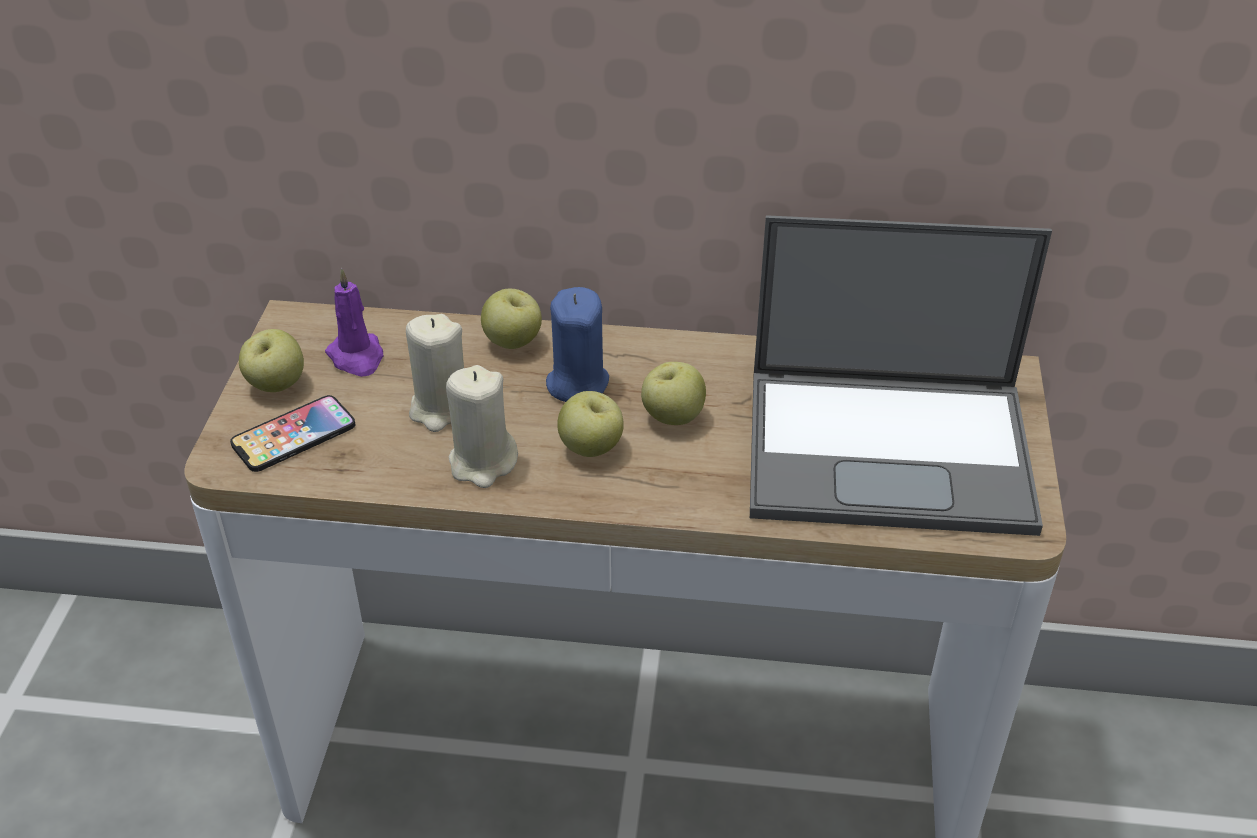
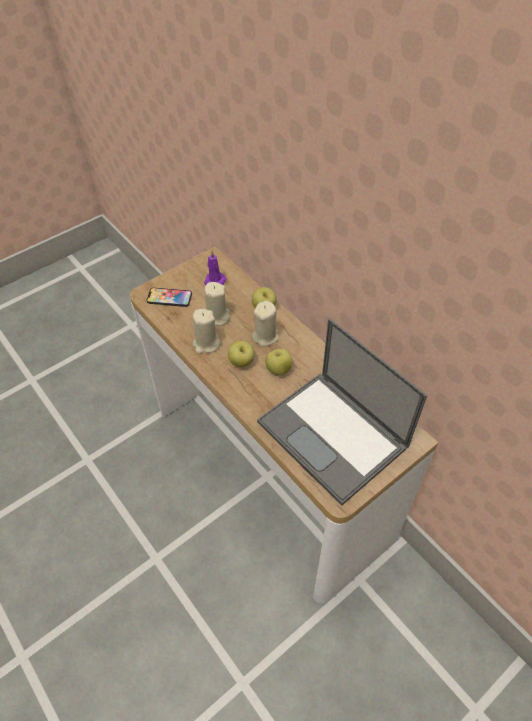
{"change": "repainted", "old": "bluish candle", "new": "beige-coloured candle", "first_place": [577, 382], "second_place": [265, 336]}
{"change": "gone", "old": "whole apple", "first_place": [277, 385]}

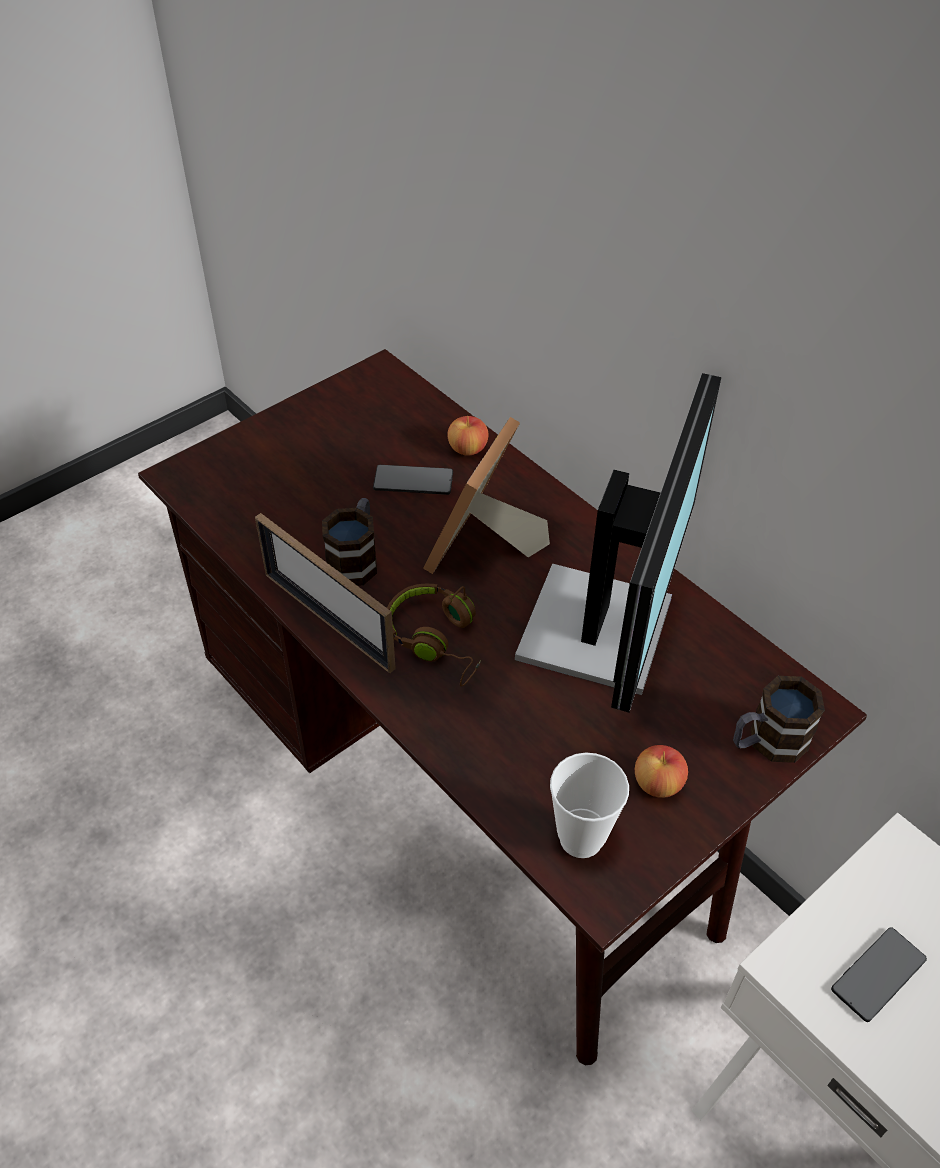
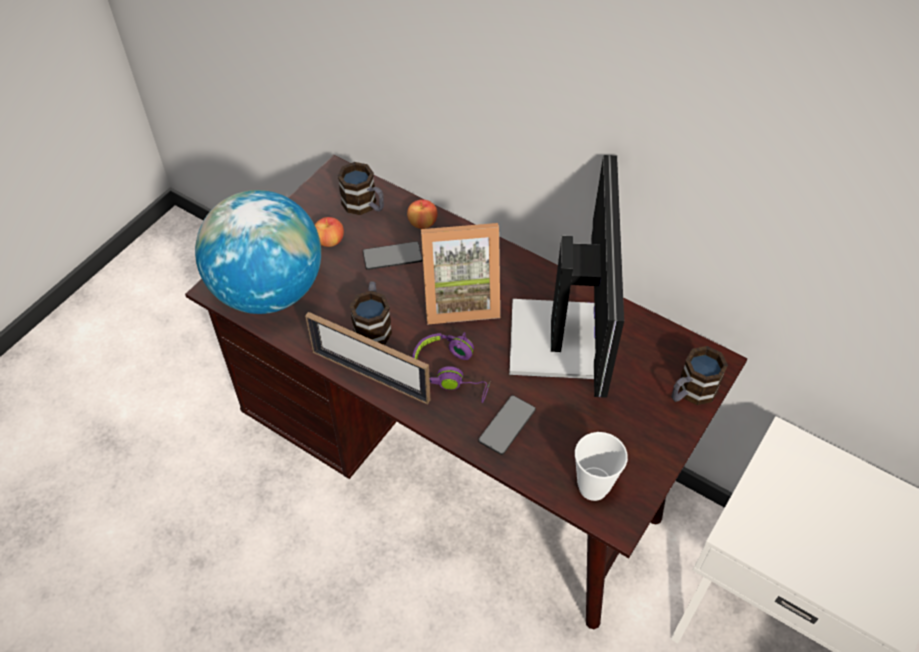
{"change": "rotated", "old": "standing frame", "first_place": [483, 549], "second_place": [460, 298], "degrees": -105}
{"change": "repainted", "old": "brownish headphones", "new": "purple headphones", "first_place": [438, 640], "second_place": [452, 372]}
{"change": "shifted", "old": "whole apple", "first_place": [658, 784], "second_place": [329, 241]}
{"change": "shifted", "old": "handset", "first_place": [878, 974], "second_place": [507, 425]}
{"change": "new", "new": "coffee mug", "second_place": [364, 206]}
{"change": "new", "new": "desk globe", "second_place": [268, 290]}

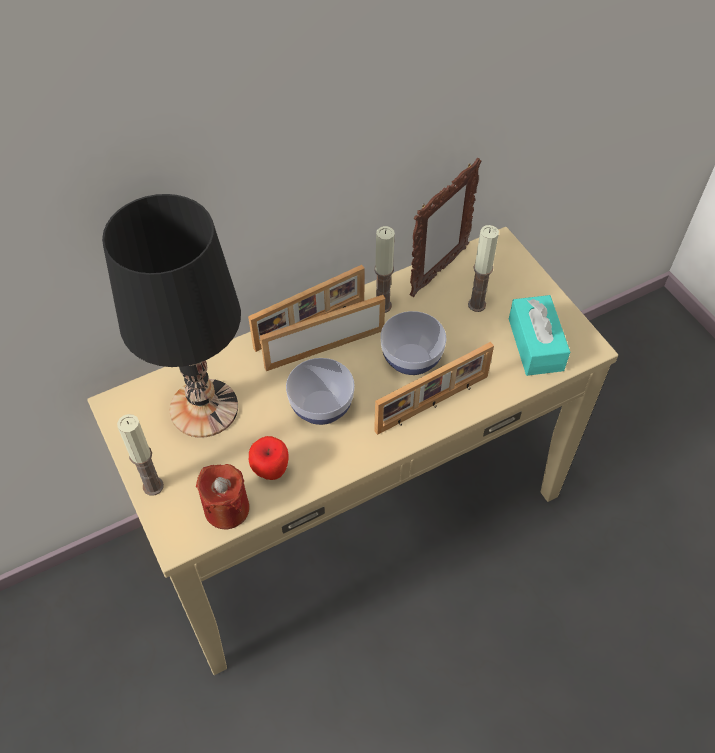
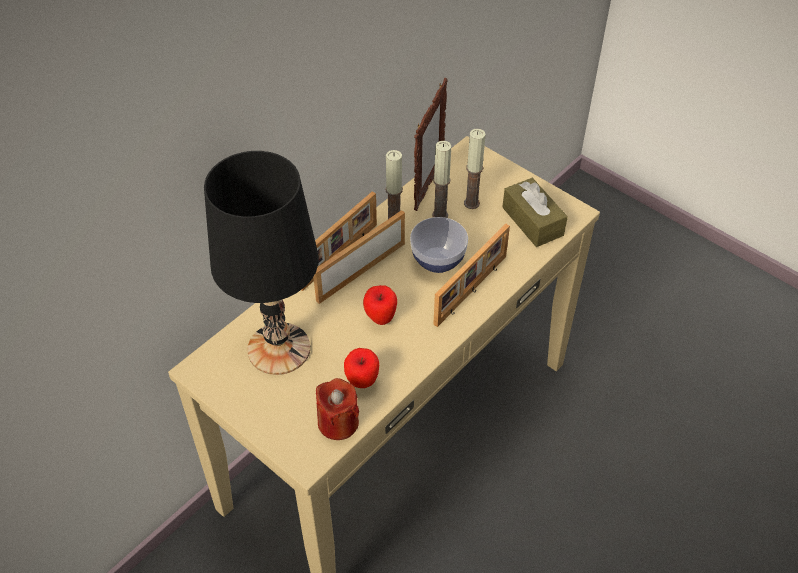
{"change": "repainted", "old": "turquoise box of tissues", "new": "brownish box of tissues", "first_place": [535, 344], "second_place": [532, 221]}
{"change": "swapped", "old": "serving bowl", "new": "whole apple", "first_place": [321, 407], "second_place": [380, 319]}
{"change": "shifted", "old": "candle", "first_place": [153, 486], "second_place": [440, 215]}

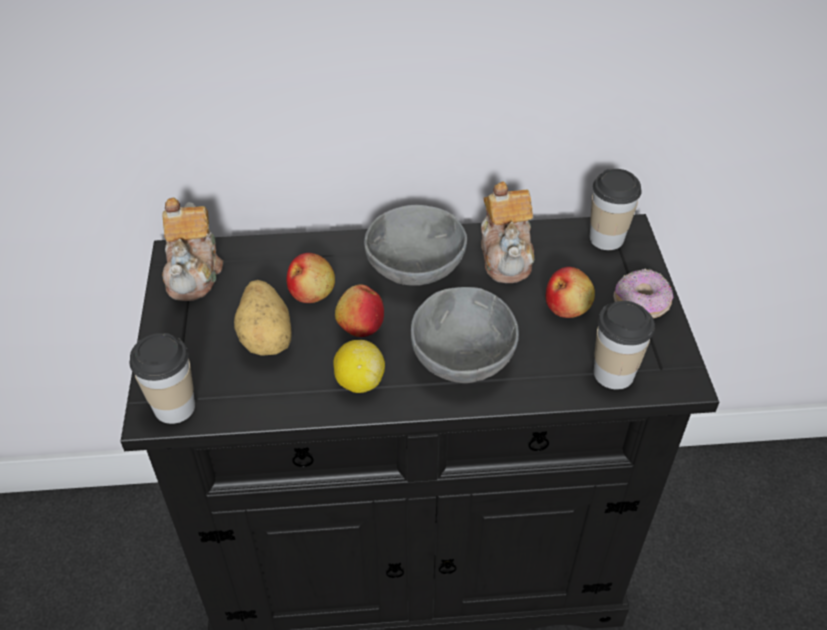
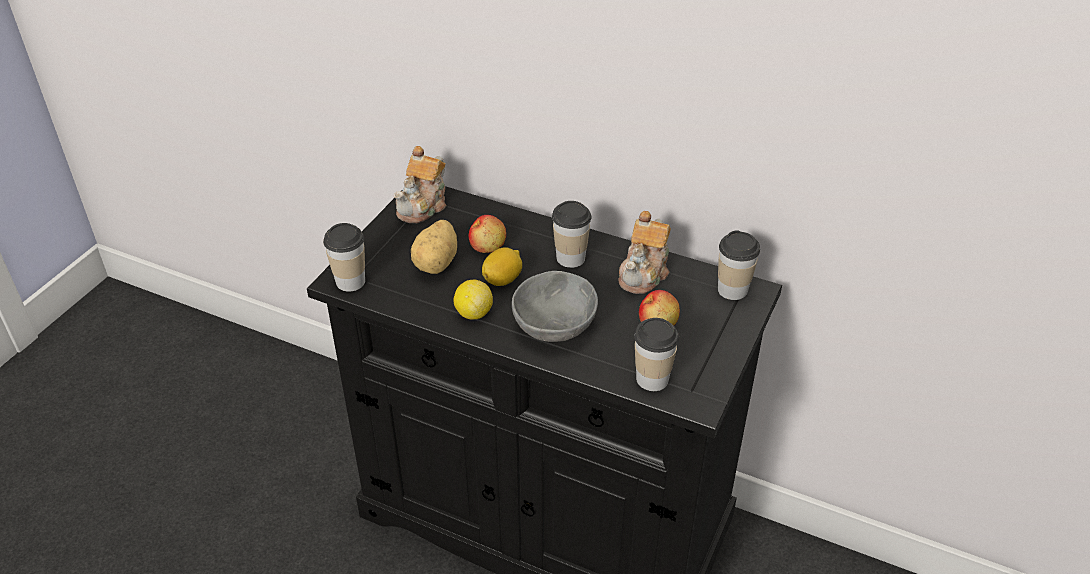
{"change": "swapped", "old": "grey serving bowl", "new": "cup", "first_place": [415, 269], "second_place": [570, 258]}
{"change": "gone", "old": "doughnut", "first_place": [641, 304]}
{"change": "swapped", "old": "whole apple", "new": "citrus fruit", "first_place": [360, 325], "second_place": [502, 279]}

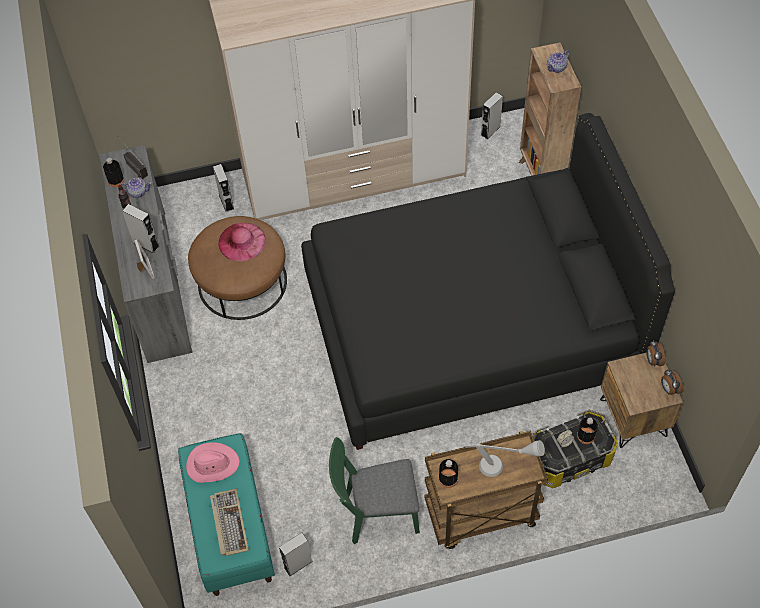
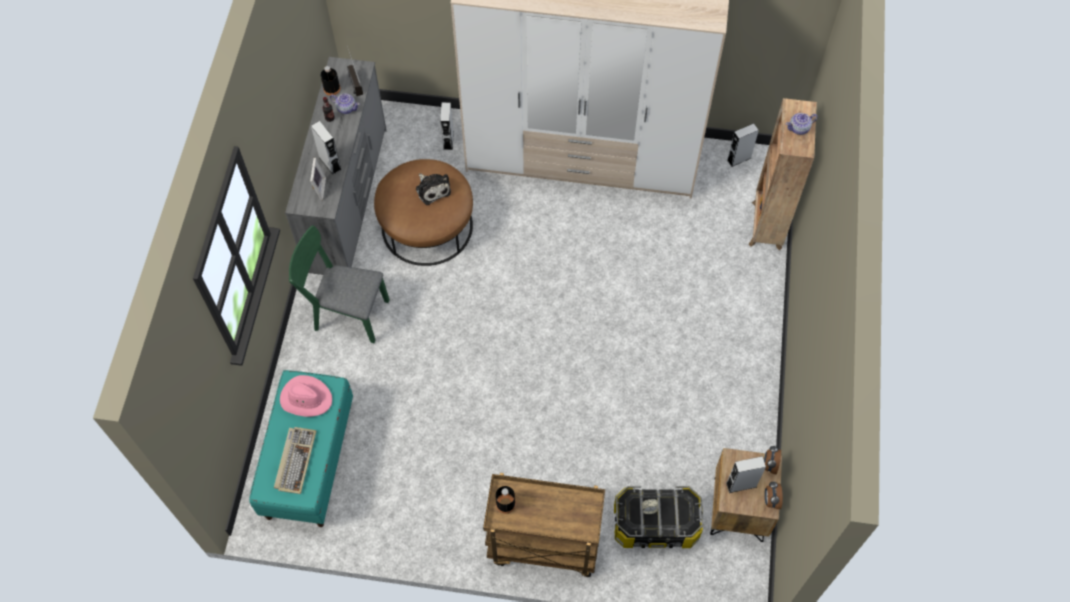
{"change": "gone", "old": "blackish bed", "first_place": [470, 327]}
{"change": "swapped", "old": "pinkish wearable hat", "new": "cuddly toy", "first_place": [242, 241], "second_place": [432, 189]}
{"change": "gone", "old": "blackish beverage bottle", "first_place": [585, 436]}
{"change": "shifted", "old": "green plain chair", "first_place": [375, 514], "second_place": [346, 313]}
{"change": "gone", "old": "grey tabletop lamp", "first_place": [503, 467]}
{"change": "shifted", "old": "grey speaker", "first_place": [298, 564], "second_place": [741, 484]}

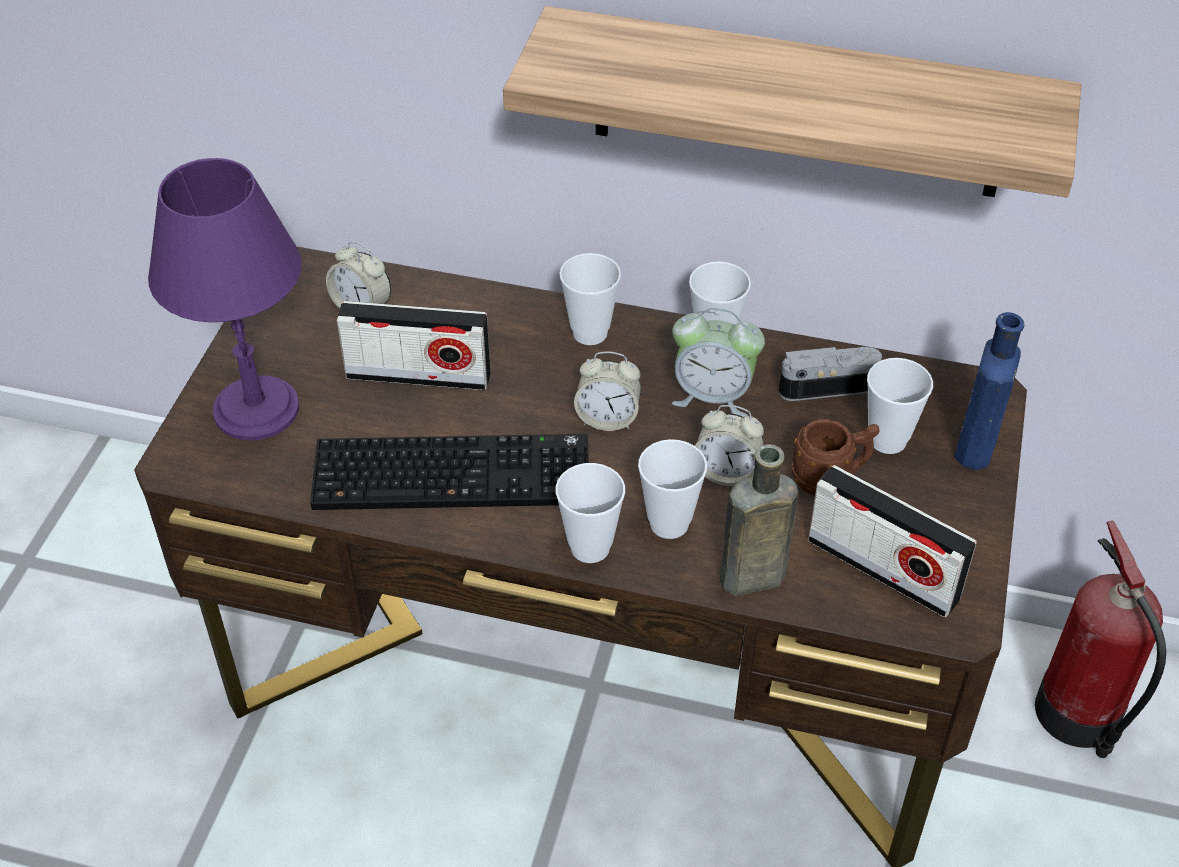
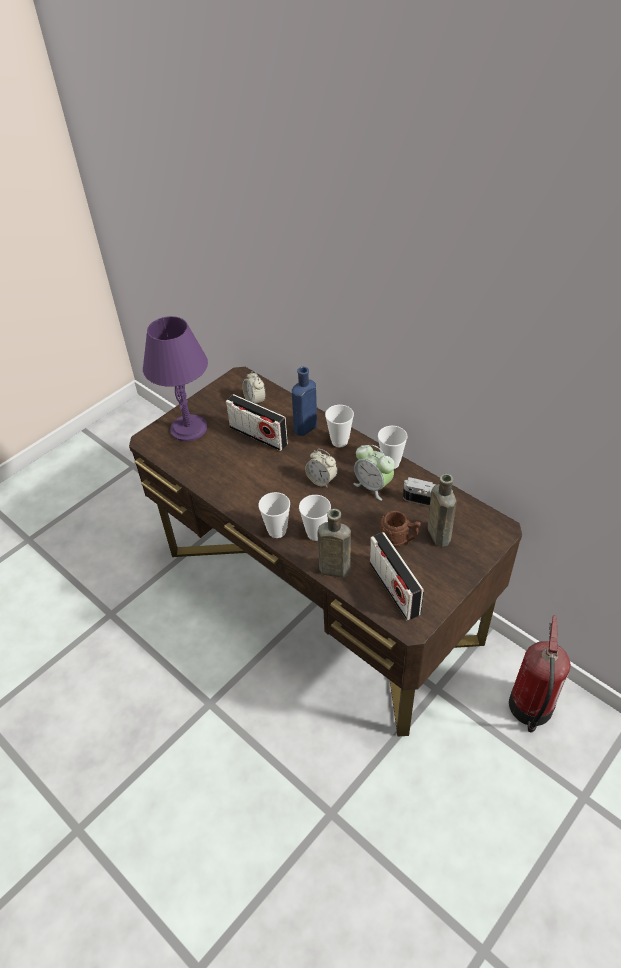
{"change": "gone", "old": "shelf", "first_place": [798, 104]}
{"change": "shifted", "old": "bluish beverage bottle", "first_place": [975, 450], "second_place": [304, 428]}
{"change": "swapped", "old": "cup", "new": "brownish beverage bottle", "first_place": [888, 440], "second_place": [437, 533]}
{"change": "gone", "old": "alarm clock", "first_place": [726, 472]}
{"change": "gone", "old": "keyboard", "first_place": [455, 472]}

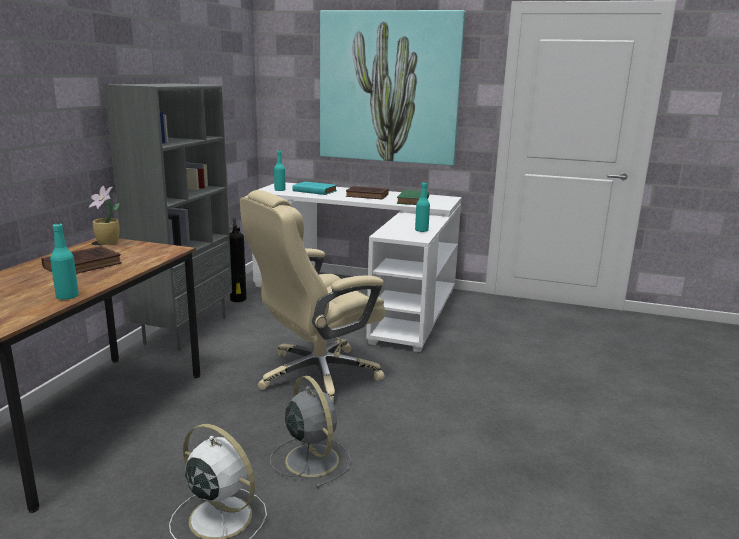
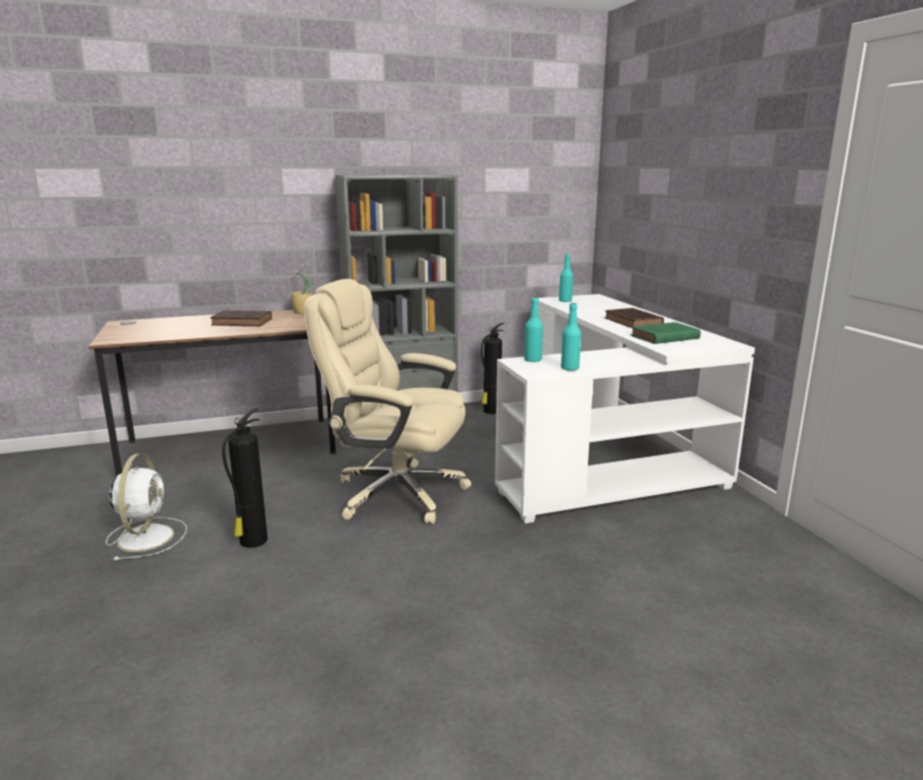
{"change": "gone", "old": "picture", "first_place": [389, 88]}
{"change": "gone", "old": "turquoise book", "first_place": [313, 191]}
{"change": "shifted", "old": "turquoise beverage bottle", "first_place": [67, 297], "second_place": [532, 360]}
{"change": "swapped", "old": "grey cooling fan", "new": "fire extinguisher", "first_place": [311, 459], "second_place": [252, 542]}

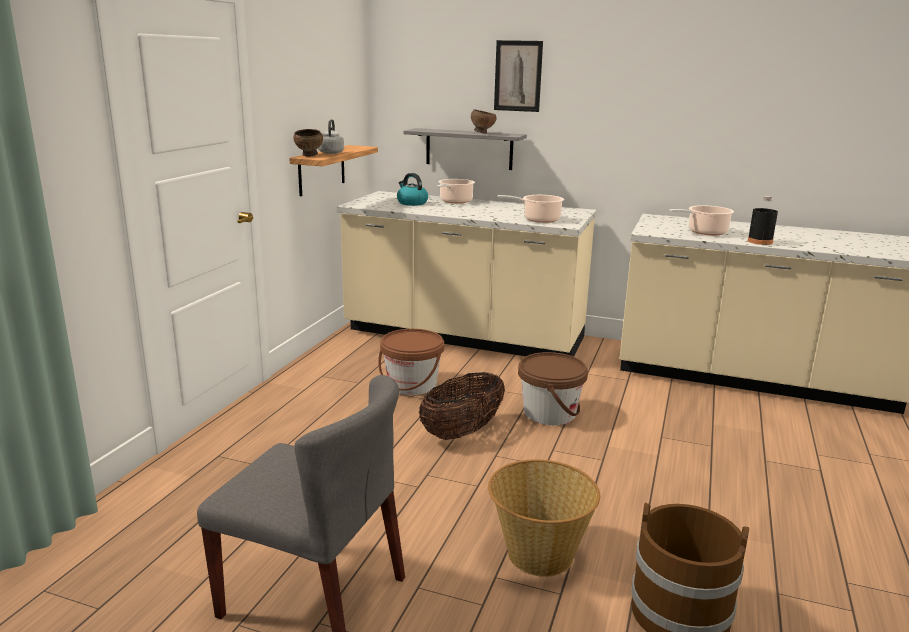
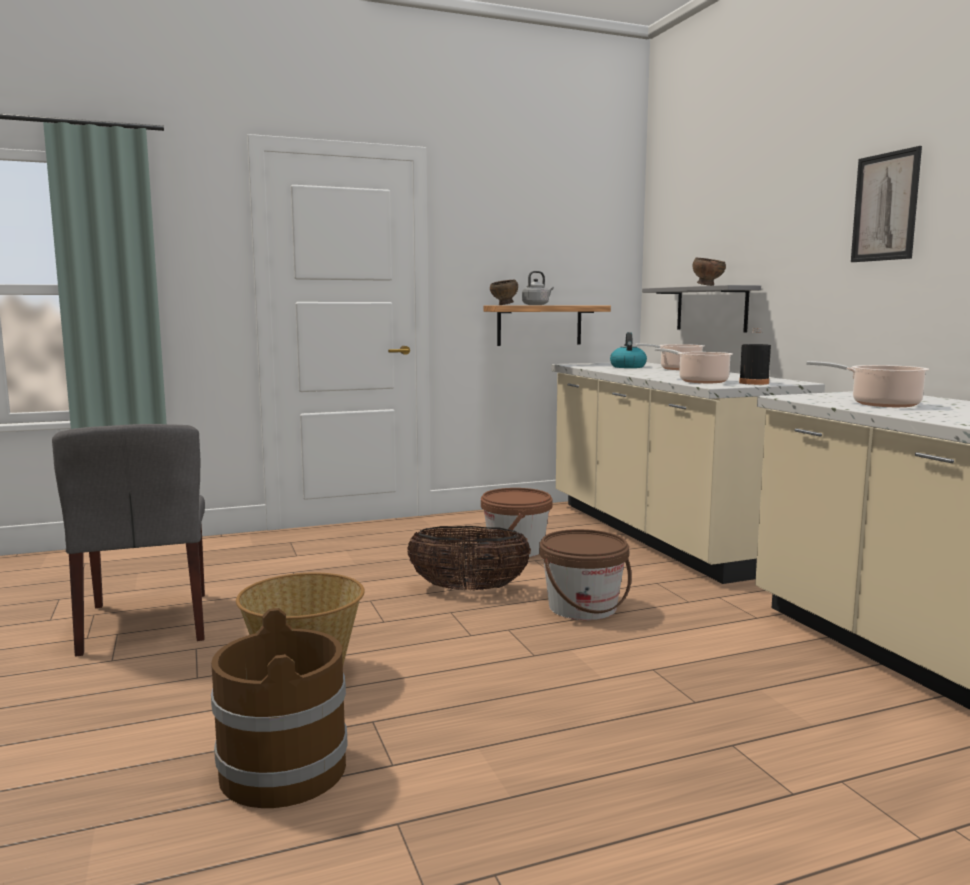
{"change": "shifted", "old": "picture", "first_place": [518, 76], "second_place": [885, 207]}
{"change": "shifted", "old": "blackish beverage bottle", "first_place": [760, 241], "second_place": [754, 383]}

